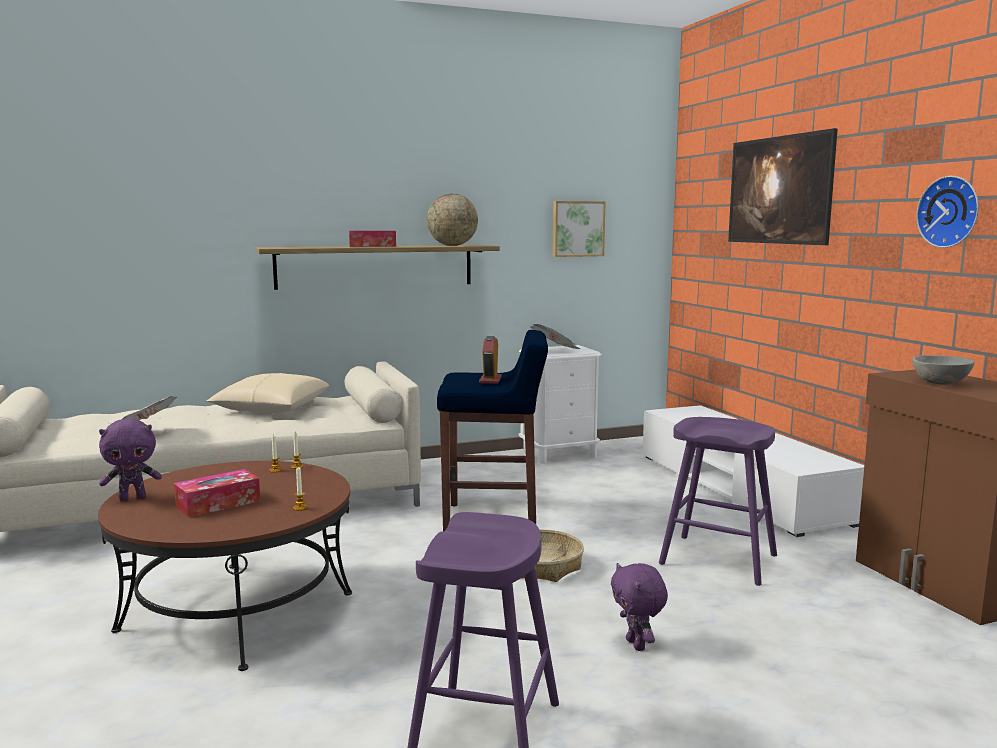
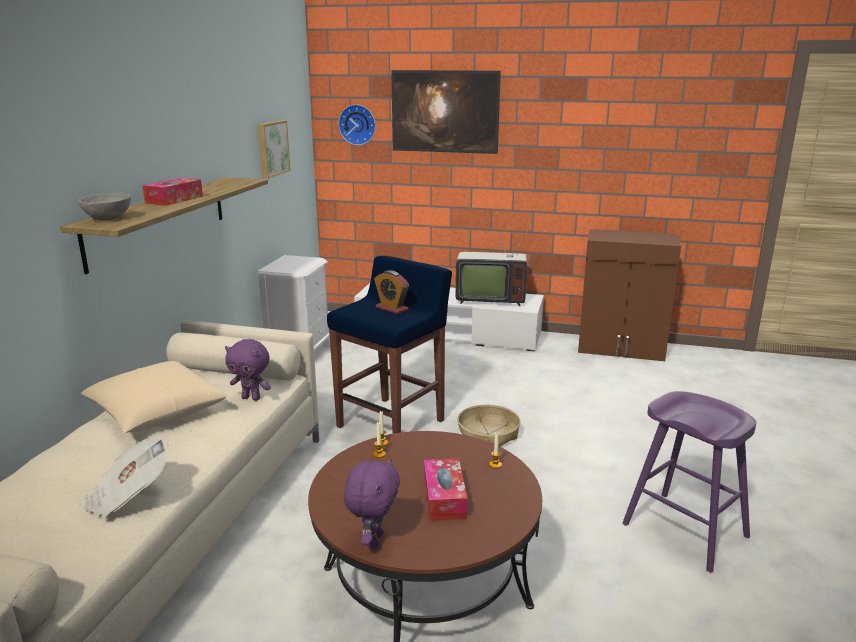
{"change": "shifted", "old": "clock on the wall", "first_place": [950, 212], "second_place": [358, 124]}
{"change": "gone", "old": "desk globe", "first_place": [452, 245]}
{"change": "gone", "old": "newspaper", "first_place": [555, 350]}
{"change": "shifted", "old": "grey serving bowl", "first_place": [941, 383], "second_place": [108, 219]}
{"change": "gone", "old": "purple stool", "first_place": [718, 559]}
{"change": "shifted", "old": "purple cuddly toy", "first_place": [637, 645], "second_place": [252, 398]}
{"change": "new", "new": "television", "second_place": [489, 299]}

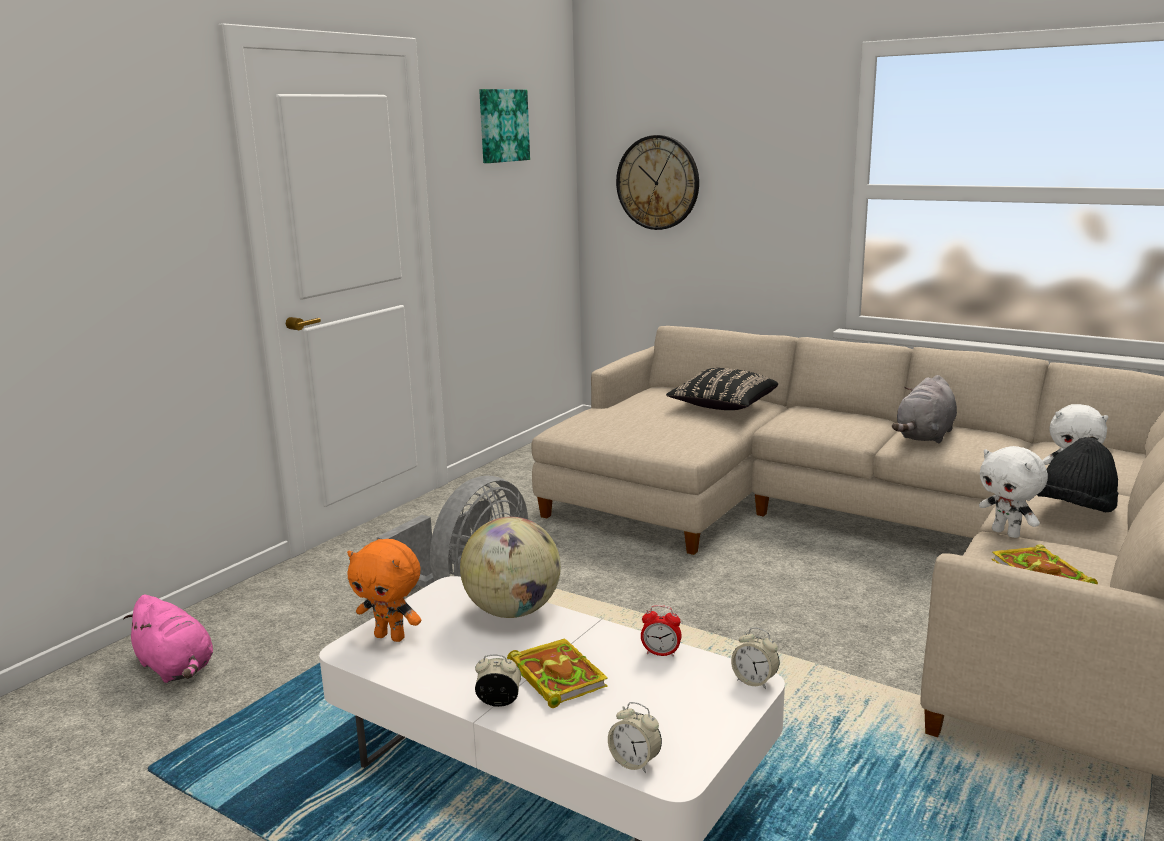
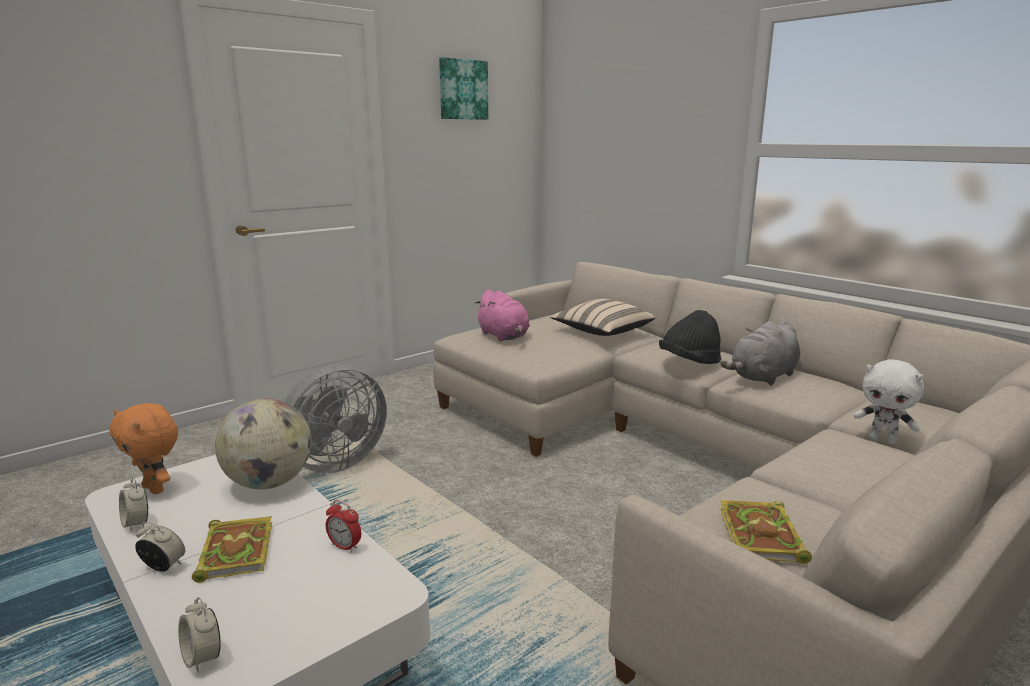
{"change": "gone", "old": "clock on the wall", "first_place": [658, 182]}
{"change": "repainted", "old": "blackish throw pillow", "new": "beige-coloured throw pillow", "first_place": [722, 407], "second_place": [601, 332]}
{"change": "shifted", "old": "blackish wearable hat", "first_place": [1075, 510], "second_place": [689, 362]}
{"change": "gone", "old": "white cuddly toy", "first_place": [1007, 533]}
{"change": "shifted", "old": "pinkish cuddly toy", "first_place": [176, 668], "second_place": [504, 336]}
{"change": "shifted", "old": "alarm clock", "first_place": [754, 681], "second_place": [136, 524]}

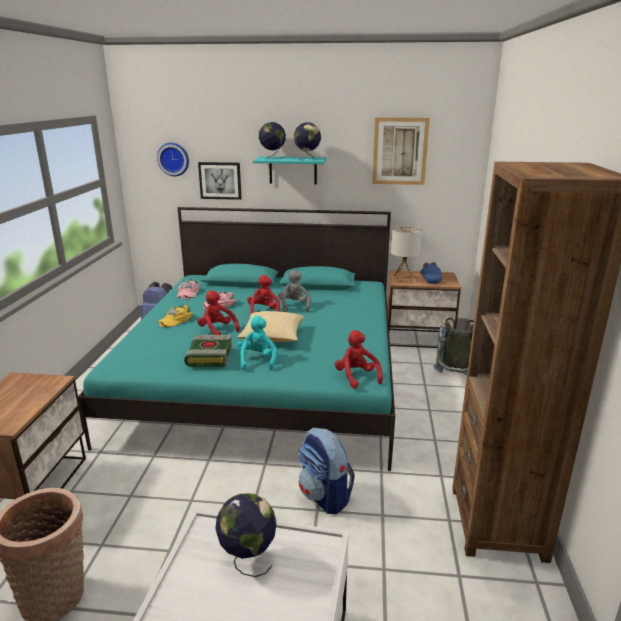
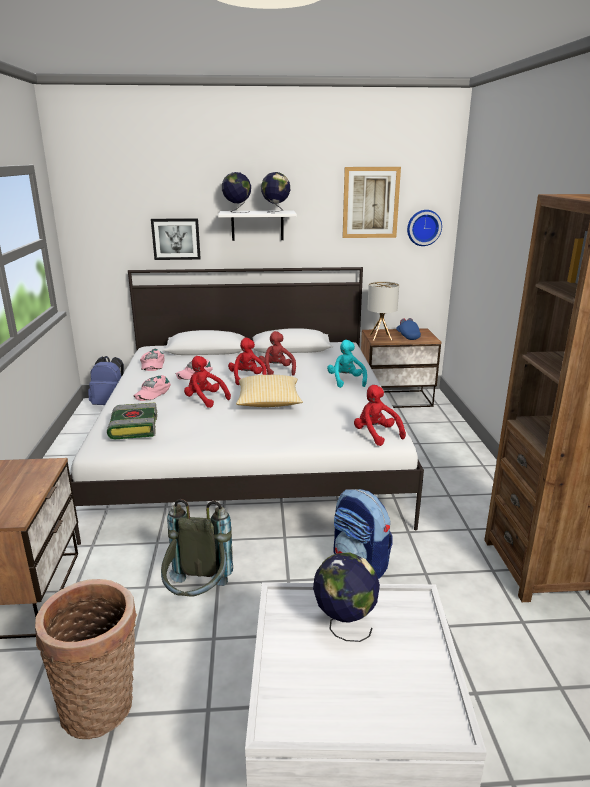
{"change": "shifted", "old": "clock on the wall", "first_place": [174, 159], "second_place": [423, 227]}
{"change": "repainted", "old": "turquoise shelf", "new": "white shelf", "first_place": [293, 170], "second_place": [257, 225]}
{"change": "repainted", "old": "turquoise bed", "new": "white bed", "first_place": [265, 377], "second_place": [251, 449]}
{"change": "repainted", "old": "grey cuddly toy", "new": "red cuddly toy", "first_place": [294, 306], "second_place": [276, 371]}
{"change": "repainted", "old": "yellow-coloured cap", "new": "pinkish cap", "first_place": [176, 320], "second_place": [152, 392]}
{"change": "shifted", "old": "turquoise cuddly toy", "first_place": [257, 360], "second_place": [346, 381]}
{"change": "shifted", "old": "grey knapsack", "first_place": [454, 379], "second_place": [197, 596]}
{"change": "shifted", "old": "book", "first_place": [209, 356], "second_place": [133, 427]}

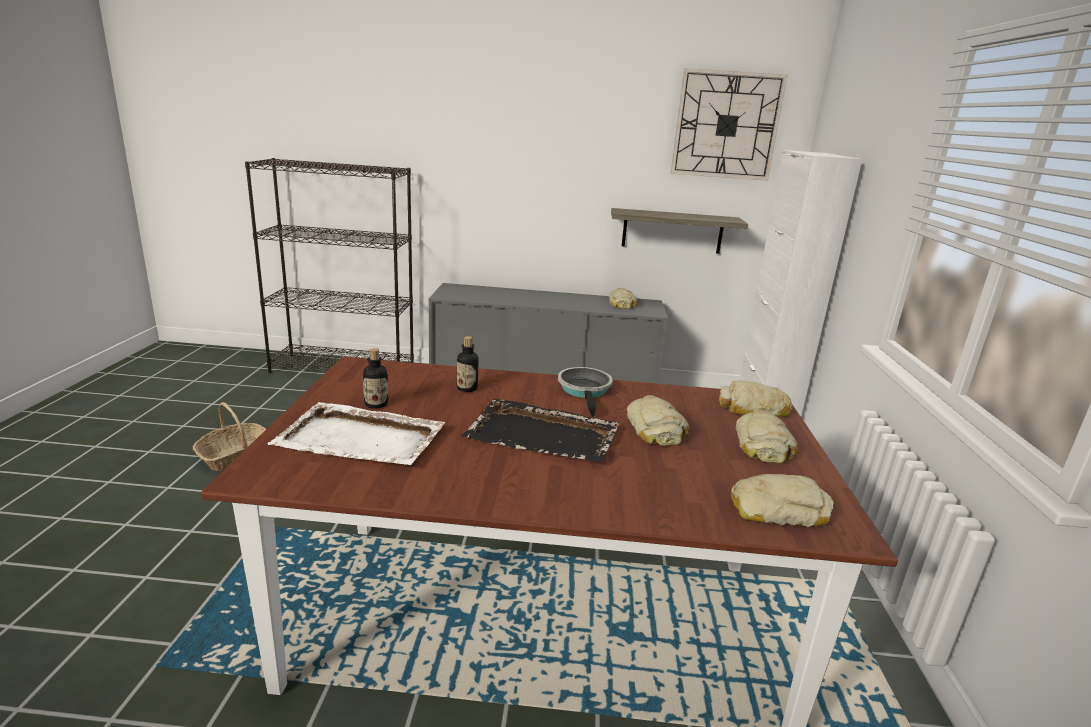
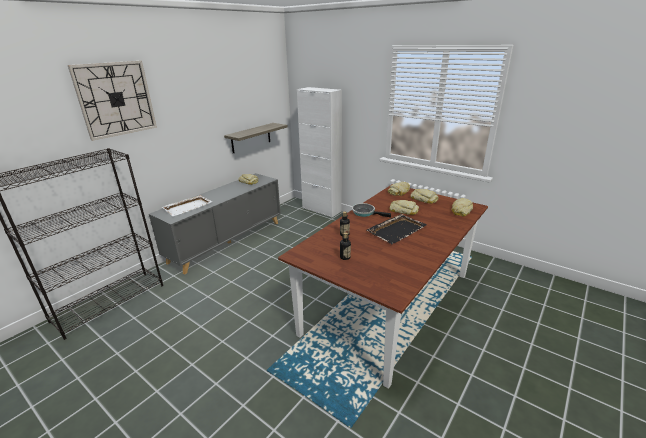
{"change": "shifted", "old": "clock on the wall", "first_place": [726, 125], "second_place": [116, 99]}
{"change": "gone", "old": "household basket", "first_place": [236, 456]}
{"change": "shifted", "old": "white serving tray", "first_place": [362, 439], "second_place": [188, 206]}

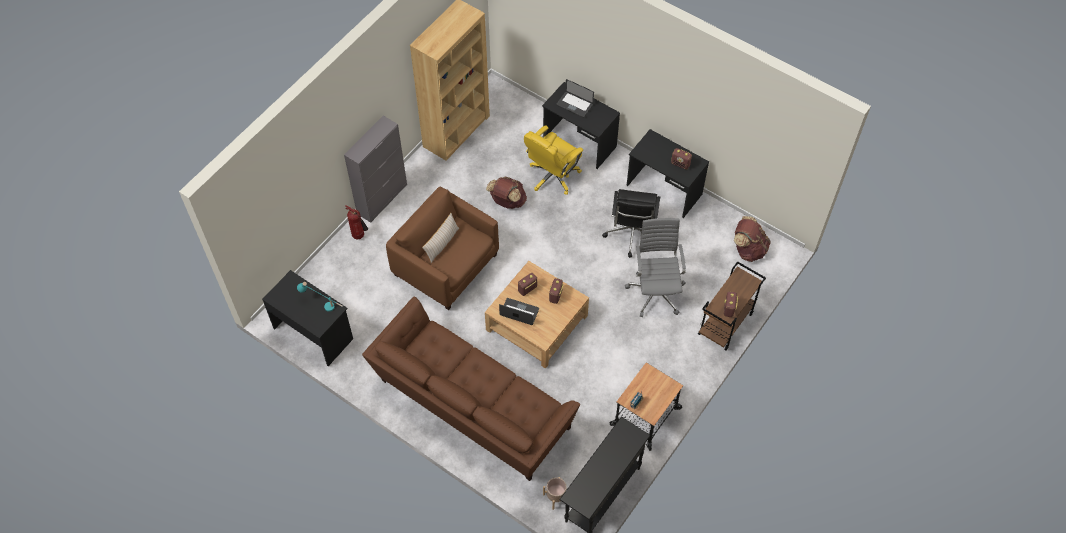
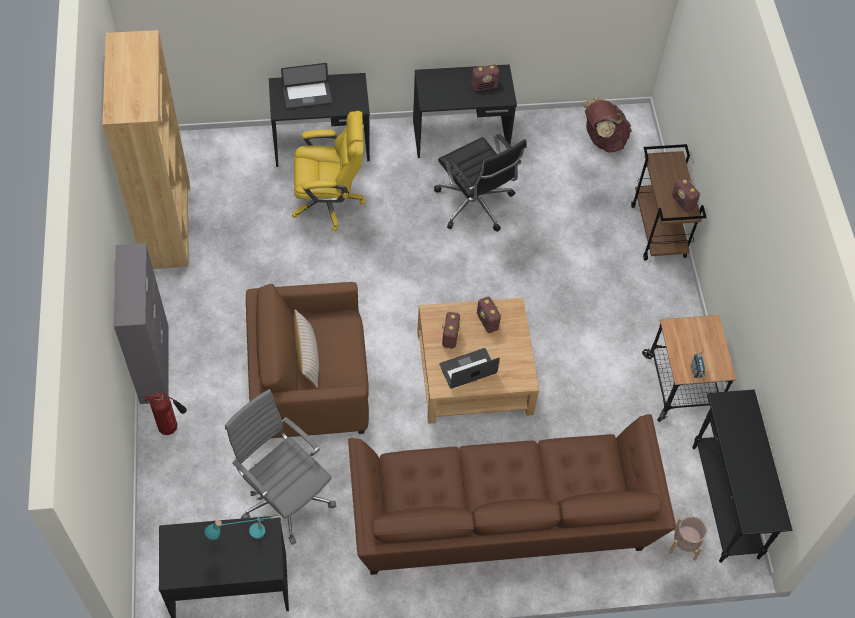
{"change": "rotated", "old": "yellow-coloured desk chair", "first_place": [553, 176], "second_place": [329, 201], "degrees": -90}
{"change": "gone", "old": "brownish knapsack", "first_place": [507, 202]}
{"change": "shifted", "old": "grey desk chair", "first_place": [655, 291], "second_place": [285, 496]}

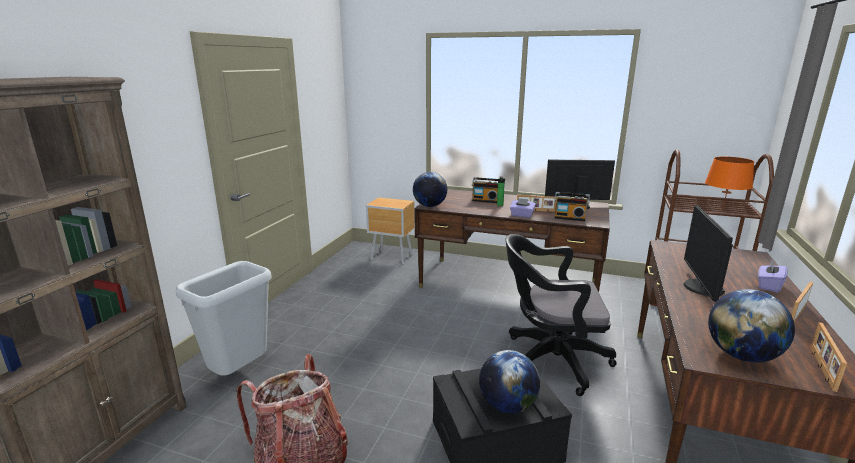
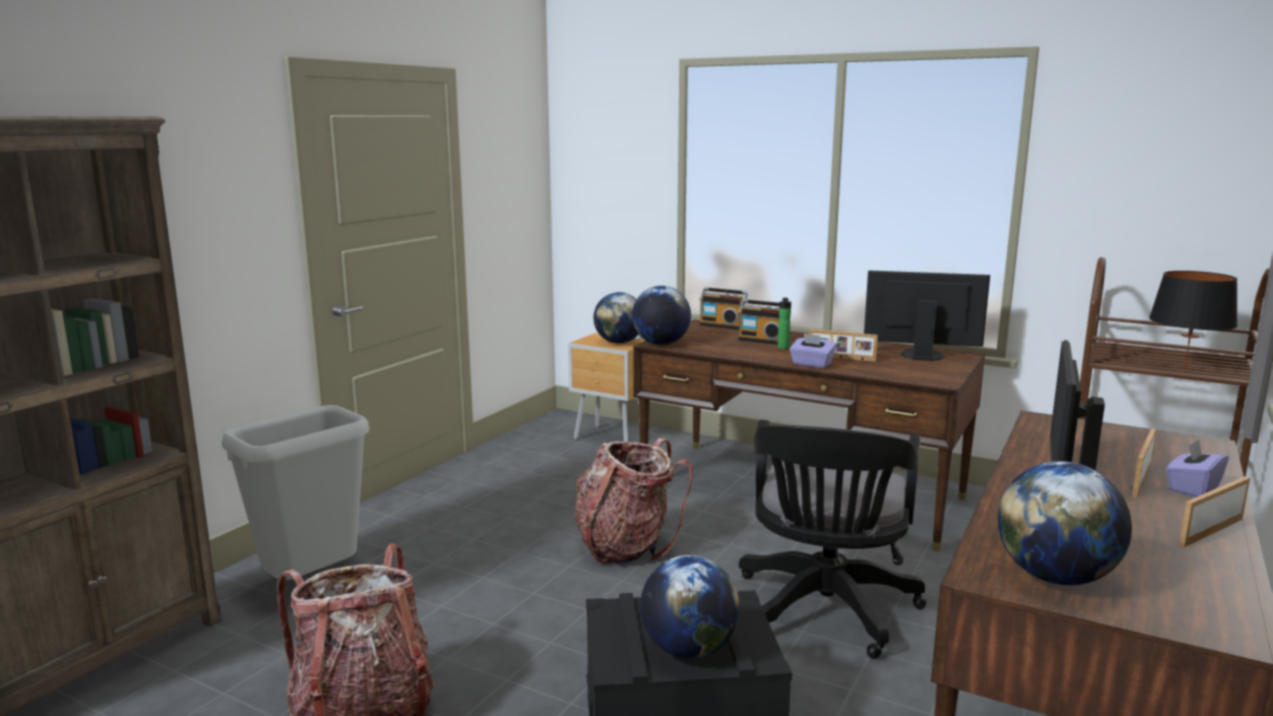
{"change": "repainted", "old": "orange-coloured tabletop lamp", "new": "blackish tabletop lamp", "first_place": [722, 210], "second_place": [1184, 370]}
{"change": "shifted", "old": "radio receiver", "first_place": [569, 218], "second_place": [722, 325]}
{"change": "rotated", "old": "blackish desk chair", "first_place": [550, 360], "second_place": [825, 612], "degrees": -90}
{"change": "shifted", "old": "standing frame", "first_place": [821, 368], "second_place": [1139, 480]}
{"change": "new", "new": "desk globe", "second_place": [619, 343]}
{"change": "new", "new": "knapsack", "second_place": [626, 546]}

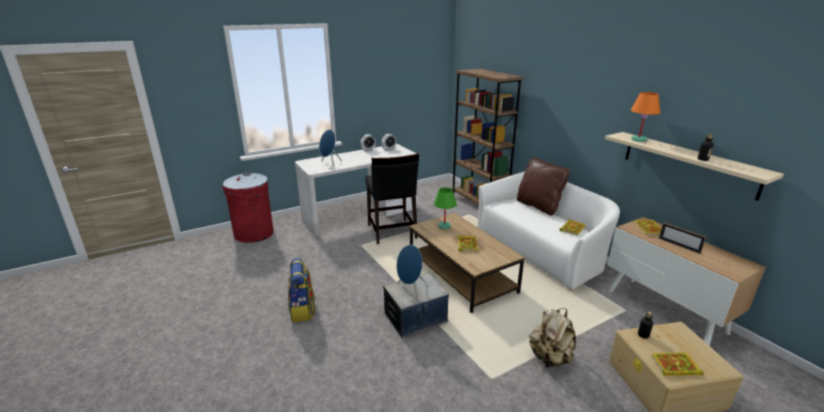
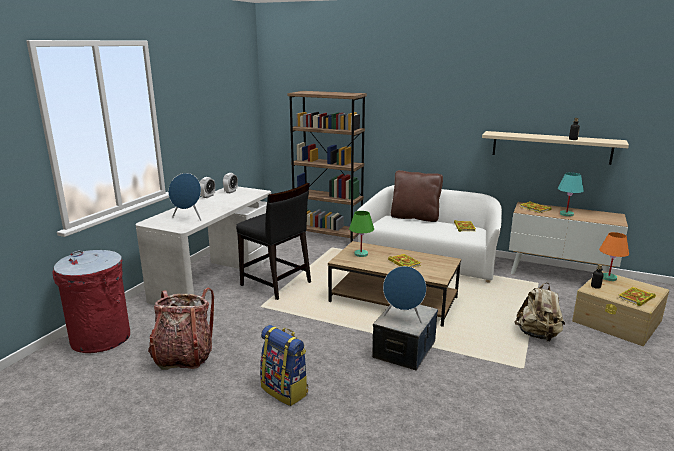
{"change": "shifted", "old": "orange-coloured tabletop lamp", "first_place": [639, 140], "second_place": [609, 278]}
{"change": "swapped", "old": "standing frame", "new": "turquoise tabletop lamp", "first_place": [679, 245], "second_place": [566, 214]}
{"change": "new", "new": "knapsack", "second_place": [184, 356]}

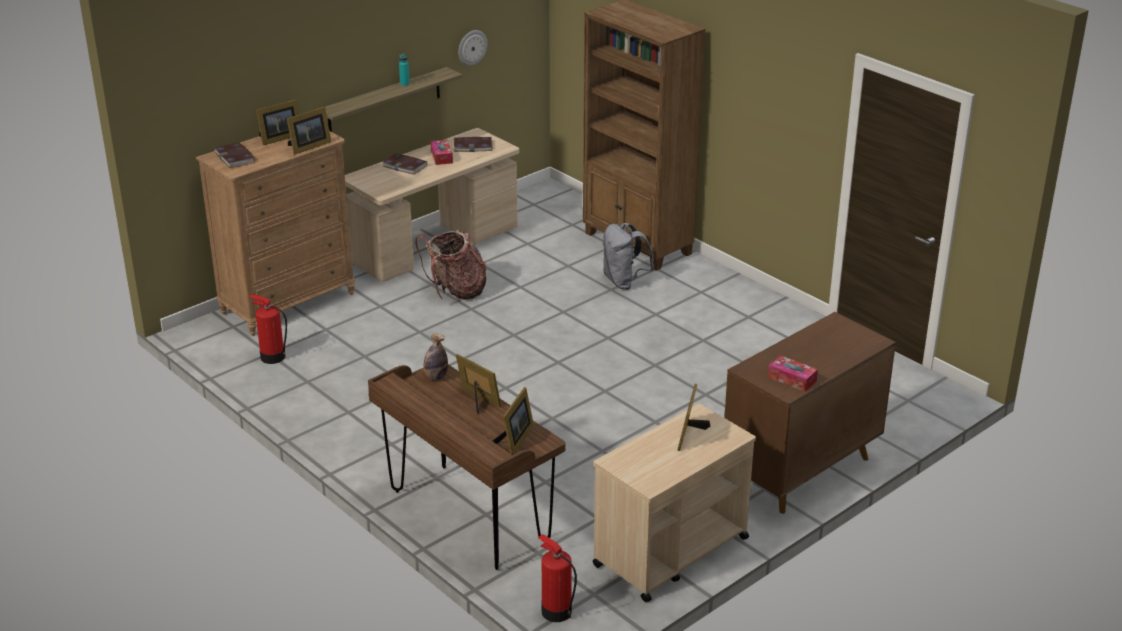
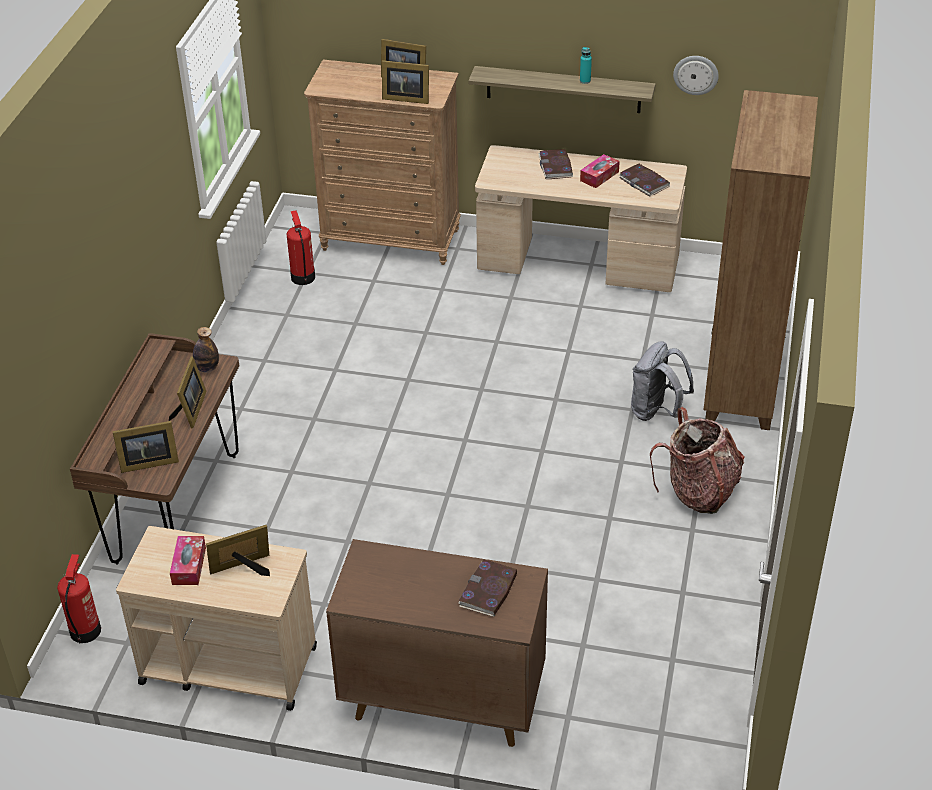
{"change": "shifted", "old": "book", "first_place": [235, 157], "second_place": [488, 590]}
{"change": "shifted", "old": "knapsack", "first_place": [456, 291], "second_place": [698, 492]}
{"change": "shifted", "old": "box of tissues", "first_place": [792, 379], "second_place": [189, 566]}

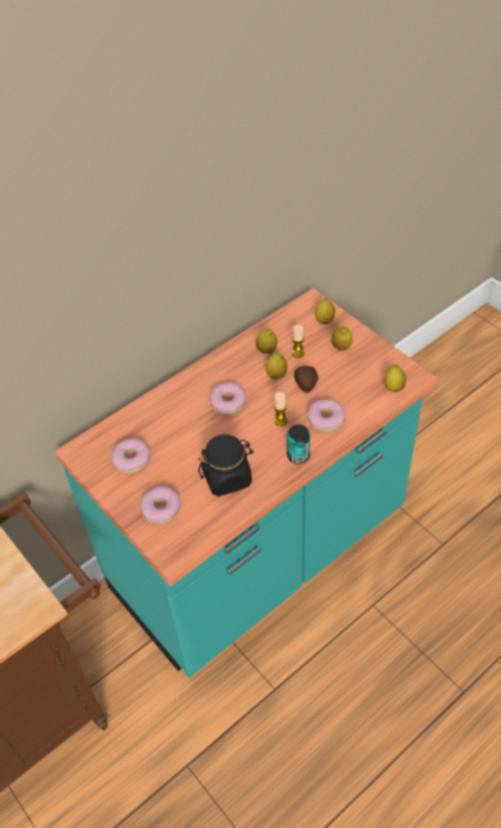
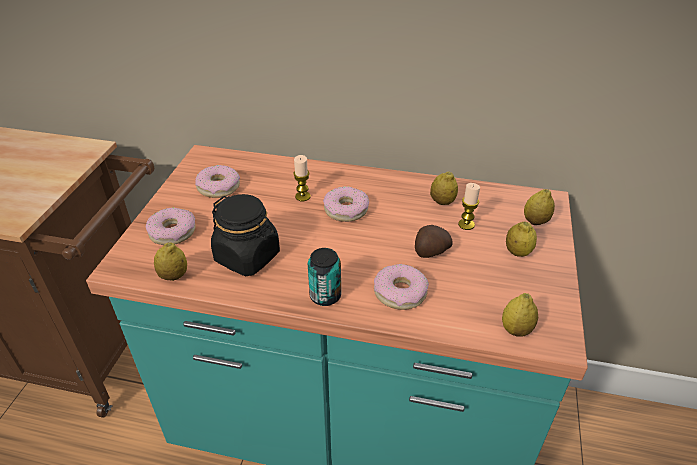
{"change": "shifted", "old": "citrus fruit", "first_place": [276, 375], "second_place": [174, 276]}
{"change": "shifted", "old": "candle", "first_place": [280, 421], "second_place": [302, 196]}

